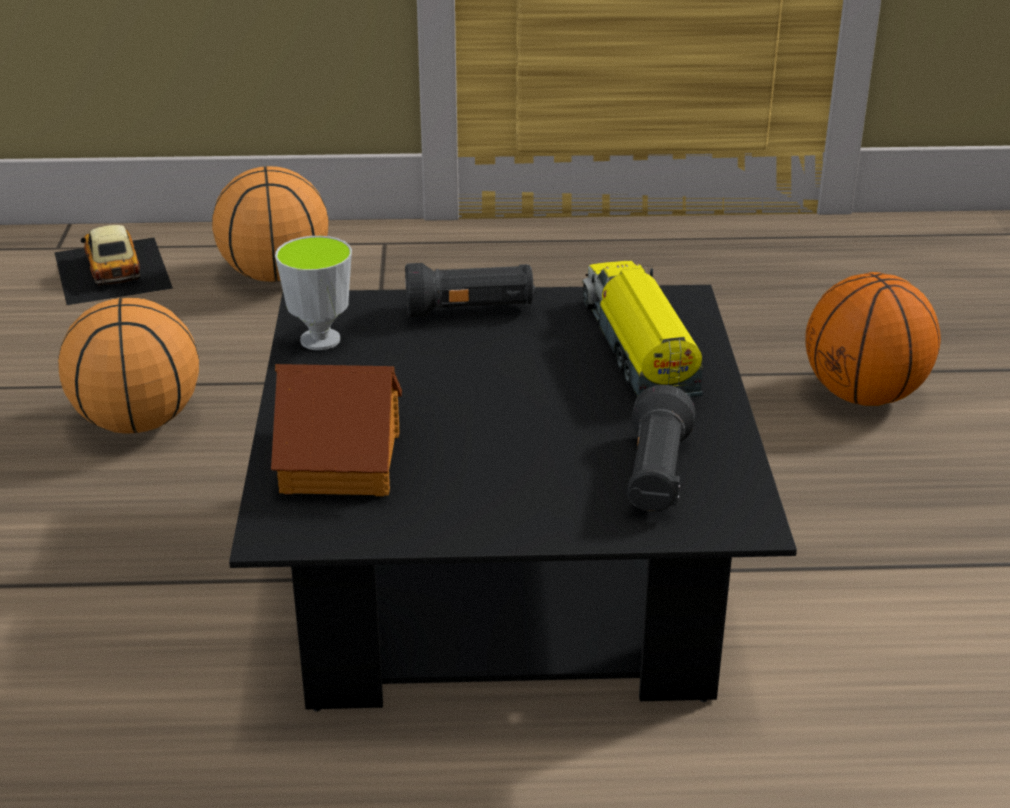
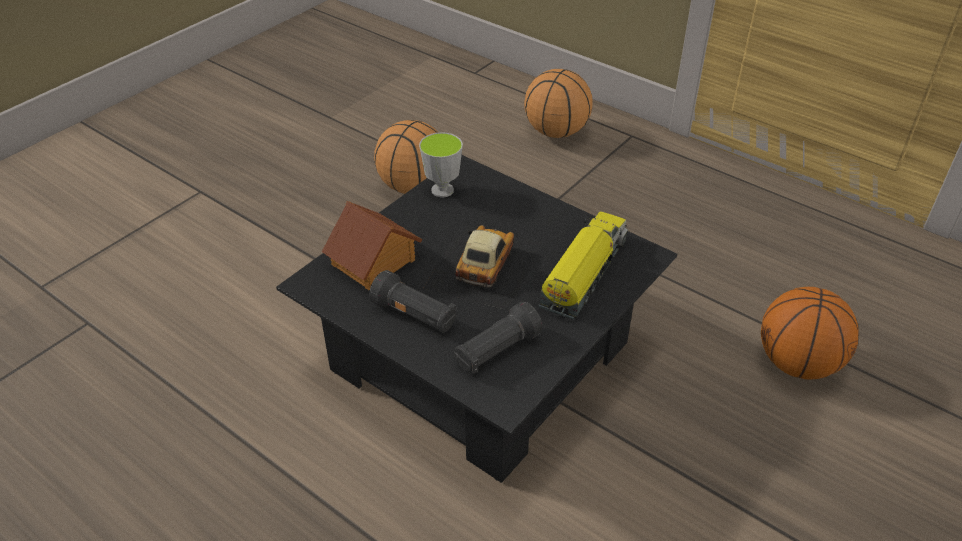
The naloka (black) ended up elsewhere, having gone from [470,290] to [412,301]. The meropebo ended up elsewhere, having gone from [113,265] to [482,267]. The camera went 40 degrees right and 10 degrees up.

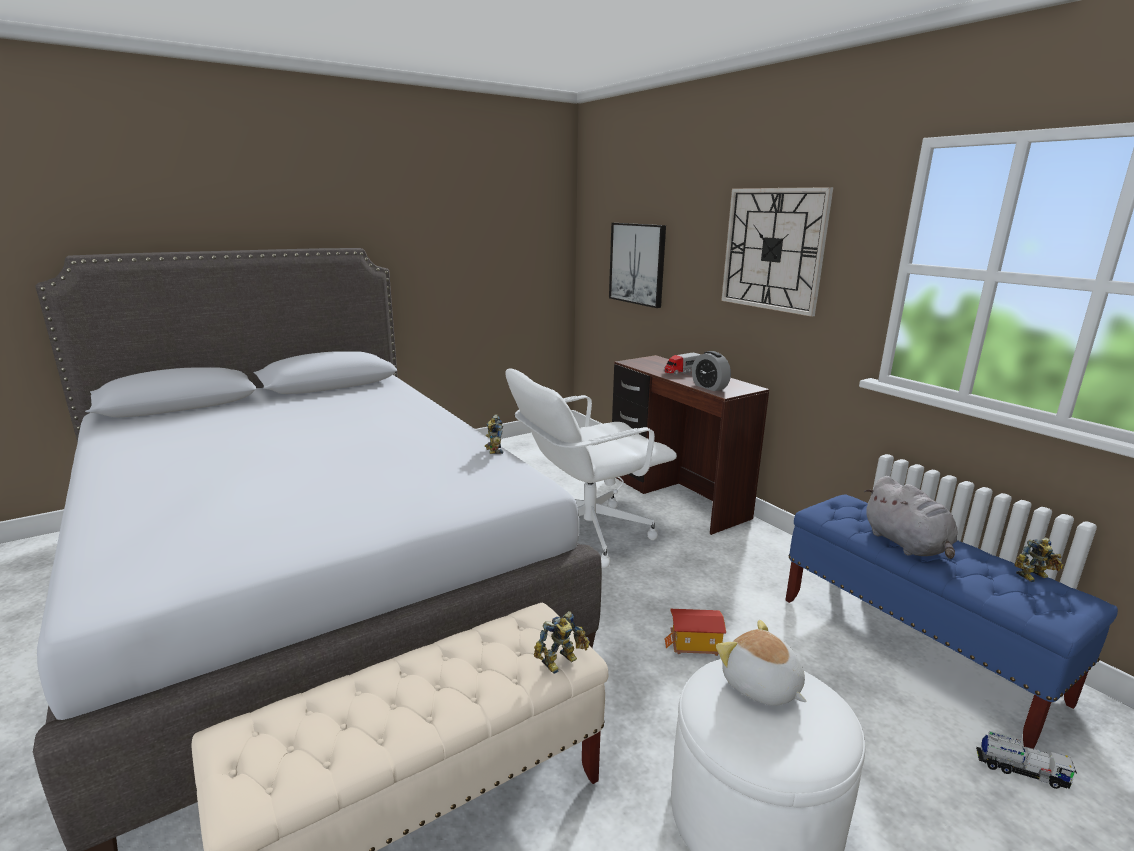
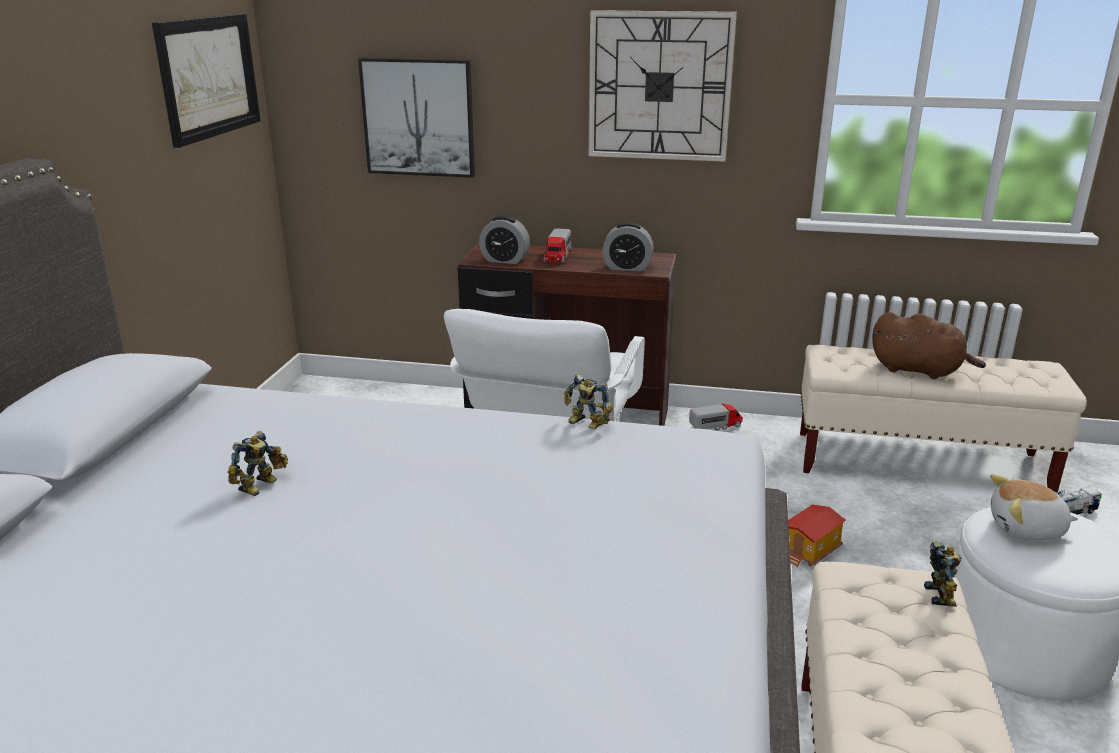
The second view gained the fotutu at [206,81]. The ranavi ended up elsewhere, having gone from [1039,560] to [257,463]. The second view gained the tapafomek at [504,240]. The second view gained the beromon at [716,417]. What was the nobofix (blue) at [951,621] turned into the nobofix (beige) at [943,418]. What was the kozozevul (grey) at [911,517] turned into the kozozevul (brown) at [929,345]. The camera went 45 degrees left and 5 degrees up.

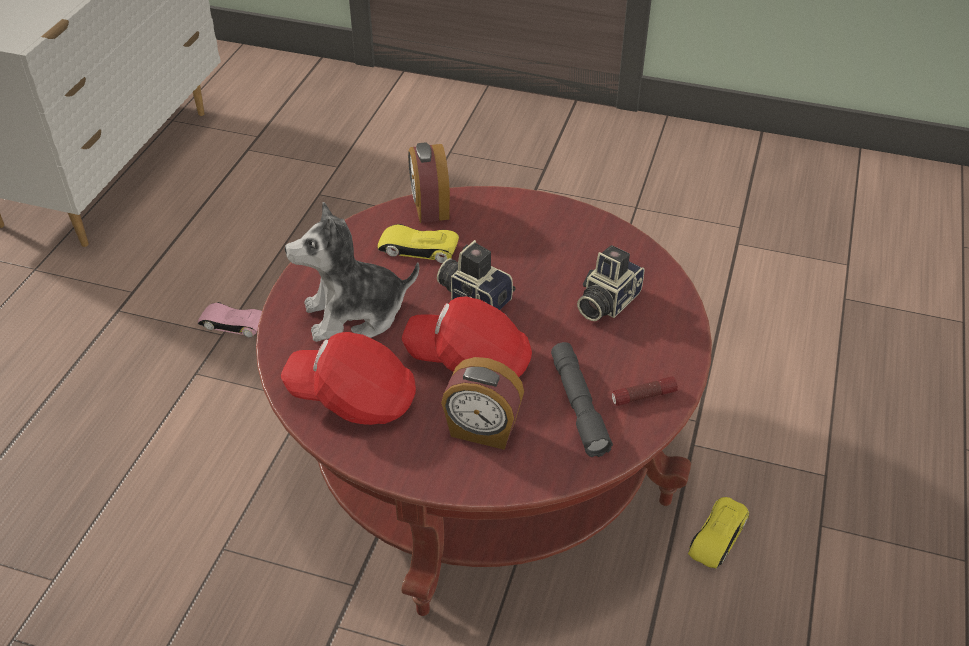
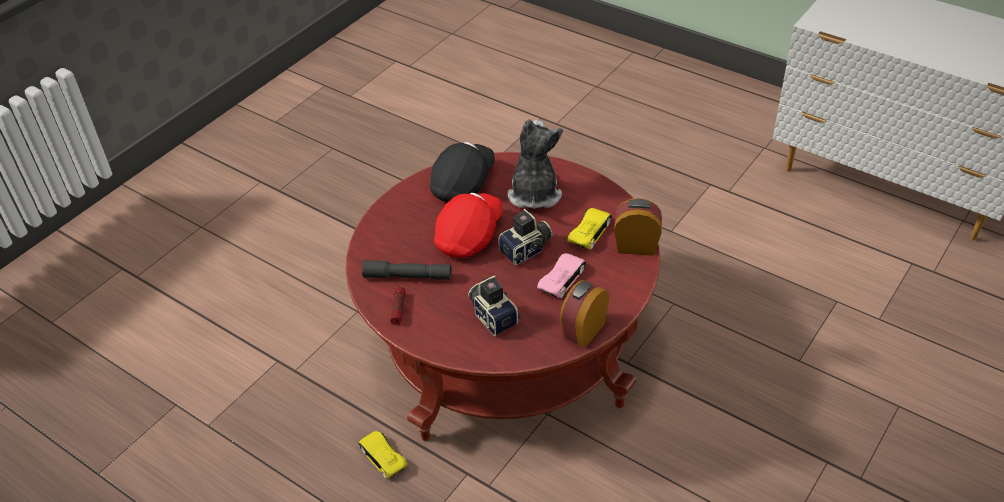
What was the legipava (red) at [348,378] turned into the legipava (black) at [462,172]. The meropebo (pink) ended up elsewhere, having gone from [230,320] to [561,275]. The tapafomek ended up elsewhere, having gone from [482,403] to [584,314]. The camera went 110 degrees right and 0 degrees up.

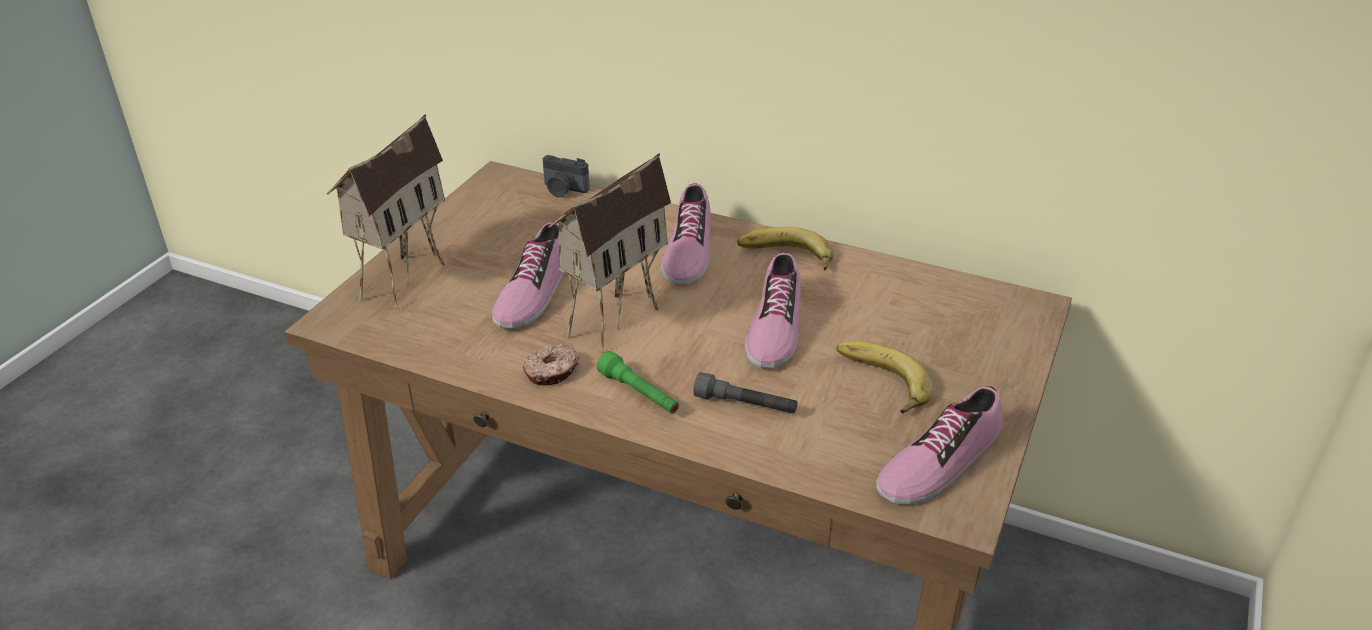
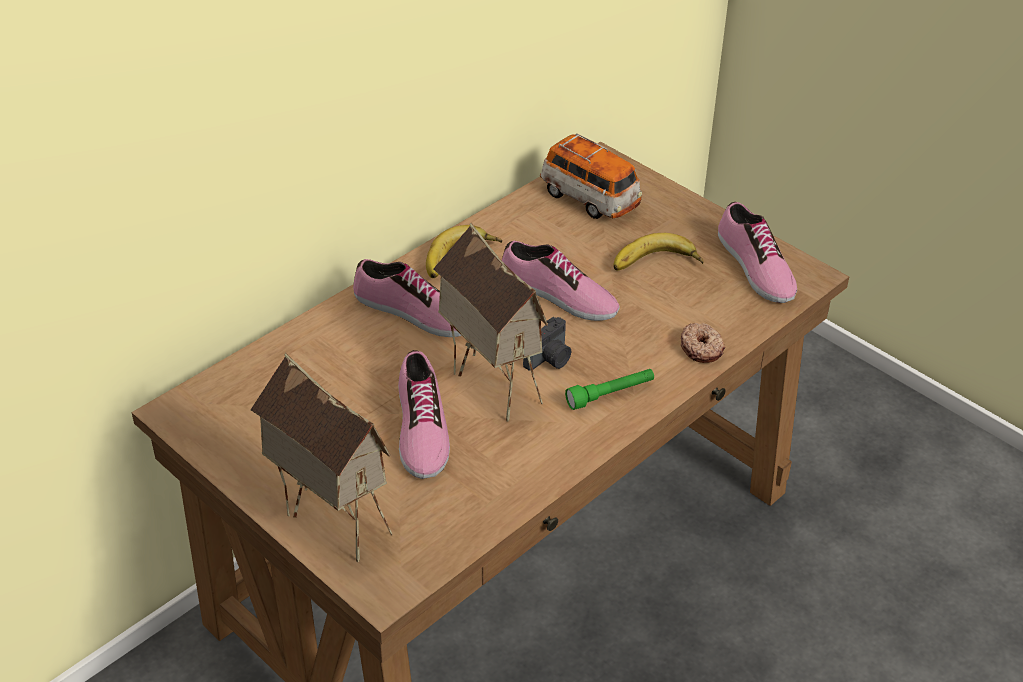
The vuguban at [528,275] ended up facing another way, 45 degrees clockwise from before. The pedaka ended up elsewhere, having gone from [566,176] to [547,344]. The second view gained the meropebo at [591,176]. The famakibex ended up elsewhere, having gone from [551,365] to [703,343]. The second view lost the naloka (grey) at [745,392]. The camera went 70 degrees left and 5 degrees up.

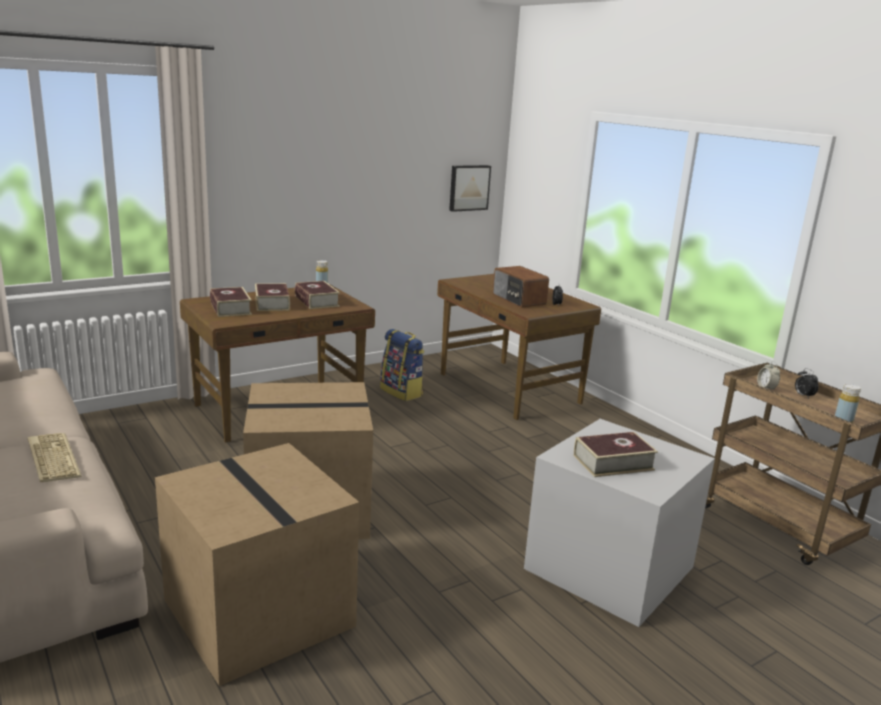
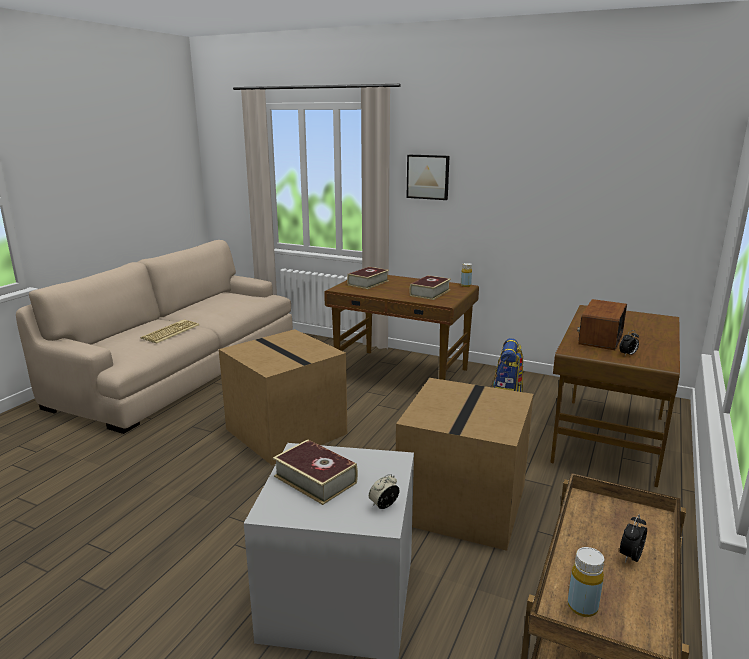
The tapafomek ended up elsewhere, having gone from [768,375] to [384,491]. The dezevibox ended up elsewhere, having gone from [257,564] to [465,464]. The fotutu ended up elsewhere, having gone from [470,188] to [428,177]. The second view lost the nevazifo at [272,297]. The camera went 60 degrees right and 0 degrees up.

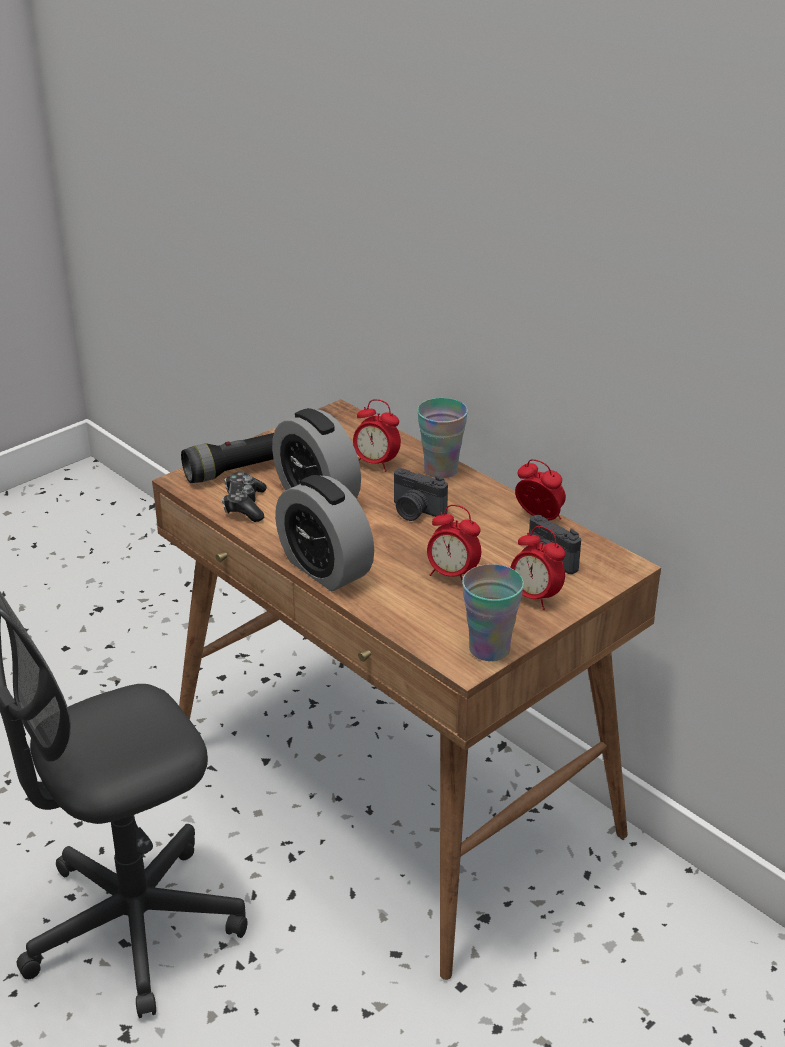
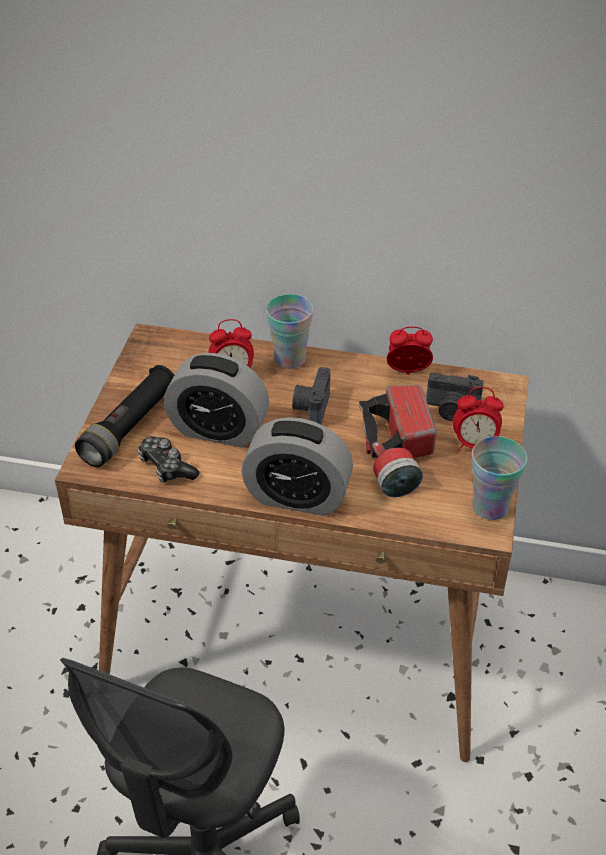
The pedaka at [421,494] ended up facing another way, 105 degrees clockwise from before. Where the tapafomek stood at [454,542], the naloka came to stand at [398,441]. The camera went 35 degrees left and 10 degrees up.

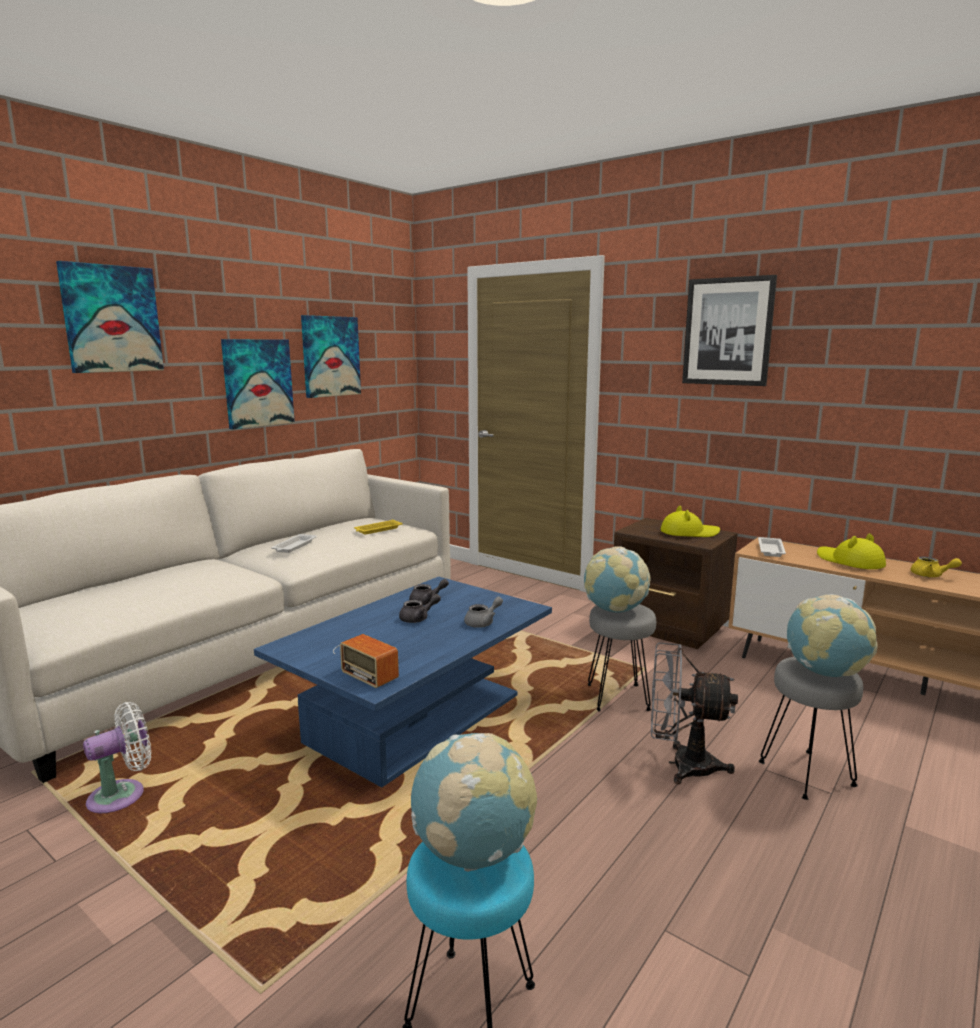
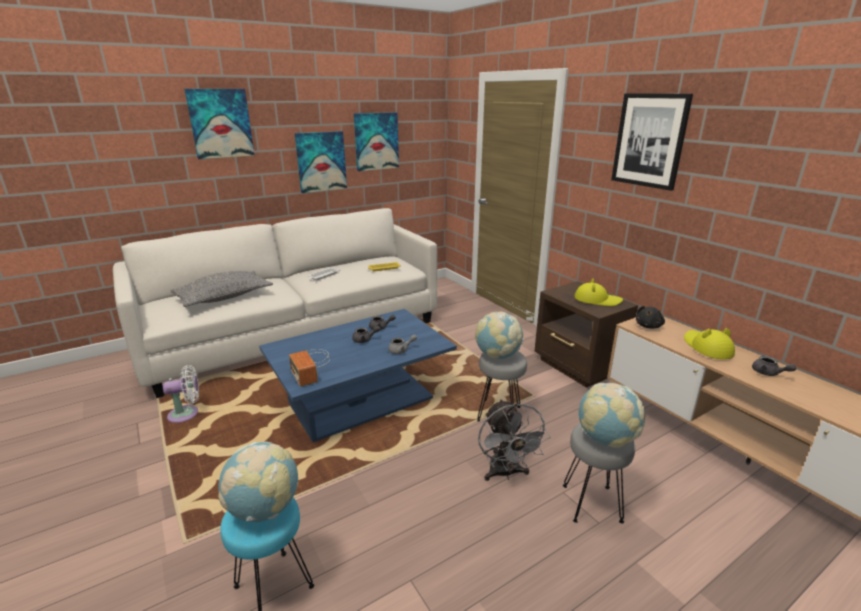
The second view gained the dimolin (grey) at [221,289]. The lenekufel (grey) at [694,713] ended up facing another way, 135 degrees counterclockwise from before. Where the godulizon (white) stood at [772,547], the kozozevul (black) came to stand at [650,317]. What was the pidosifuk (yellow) at [936,567] turned into the pidosifuk (grey) at [774,366]. The camera went 20 degrees right and 10 degrees up.

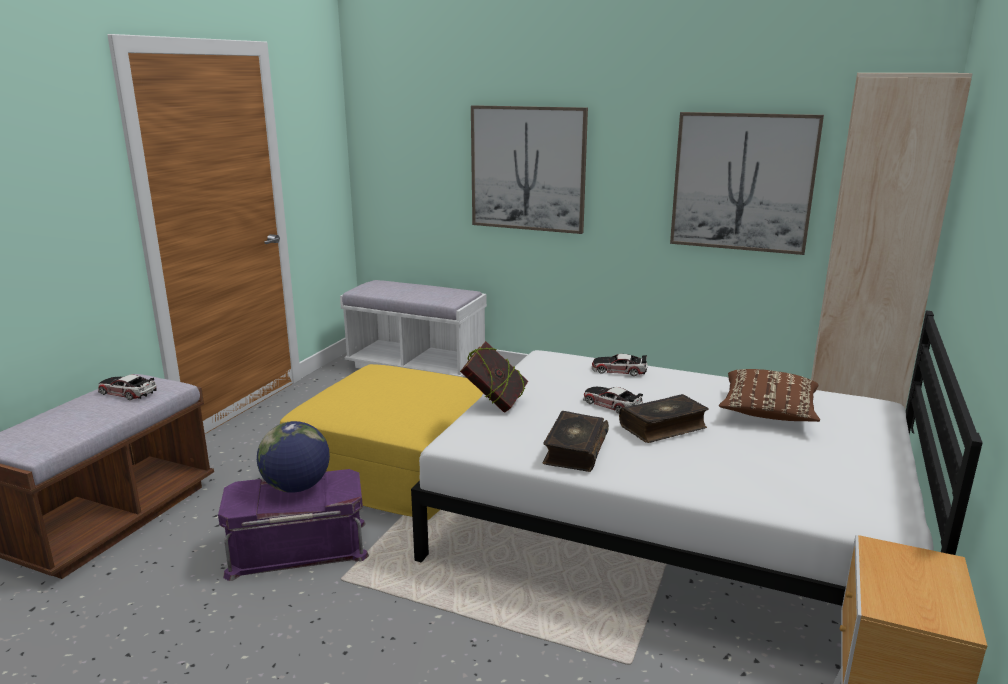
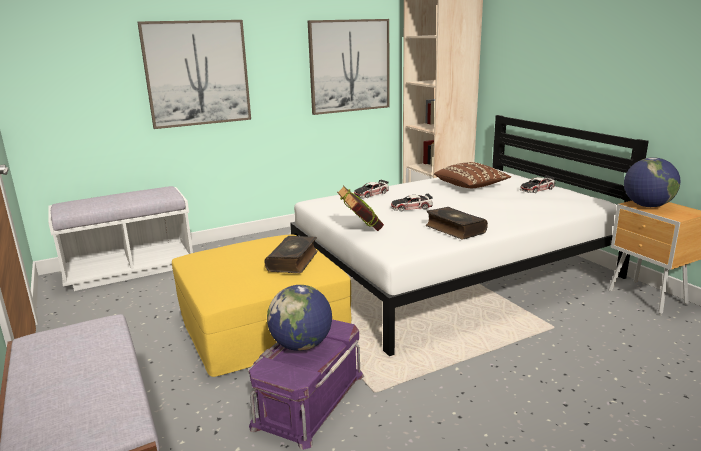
The nevazifo ended up elsewhere, having gone from [664,418] to [291,254]. The meropebo ended up elsewhere, having gone from [127,387] to [537,184]. The second view gained the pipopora at [652,182]. The camera went 50 degrees left and 0 degrees up.

